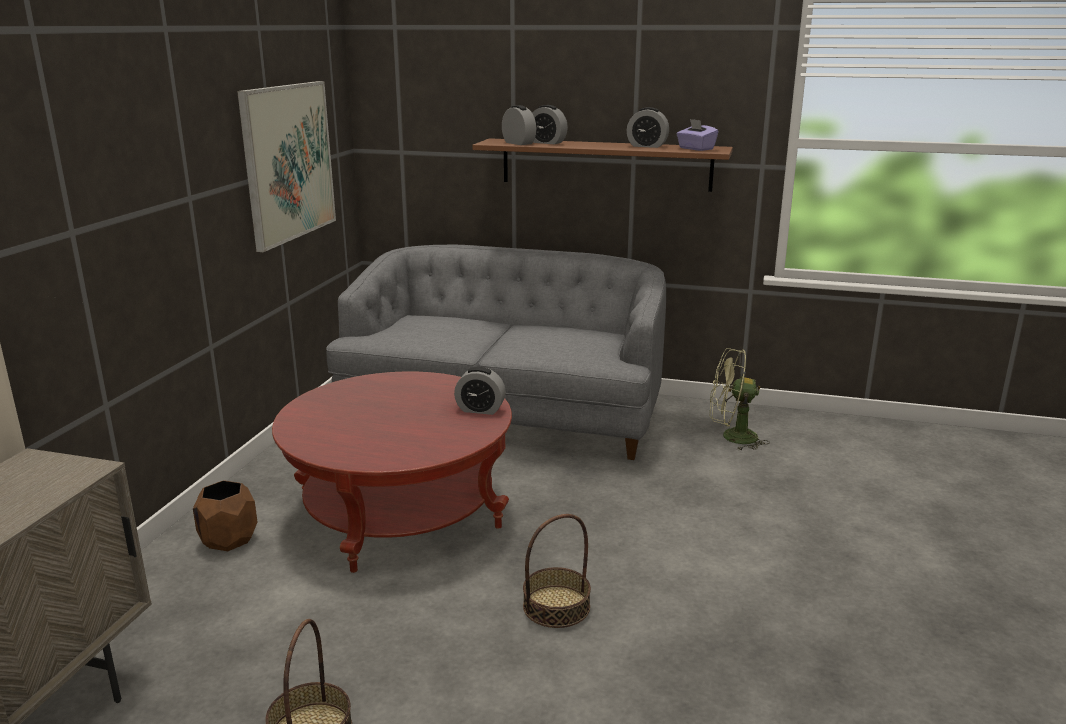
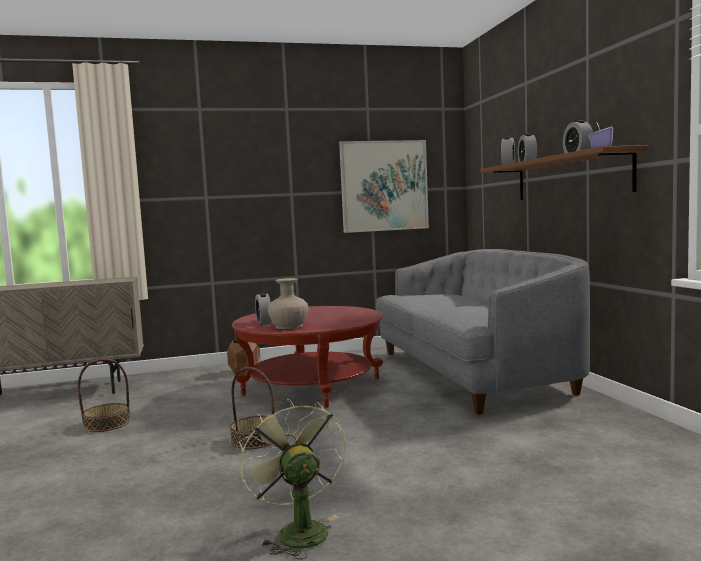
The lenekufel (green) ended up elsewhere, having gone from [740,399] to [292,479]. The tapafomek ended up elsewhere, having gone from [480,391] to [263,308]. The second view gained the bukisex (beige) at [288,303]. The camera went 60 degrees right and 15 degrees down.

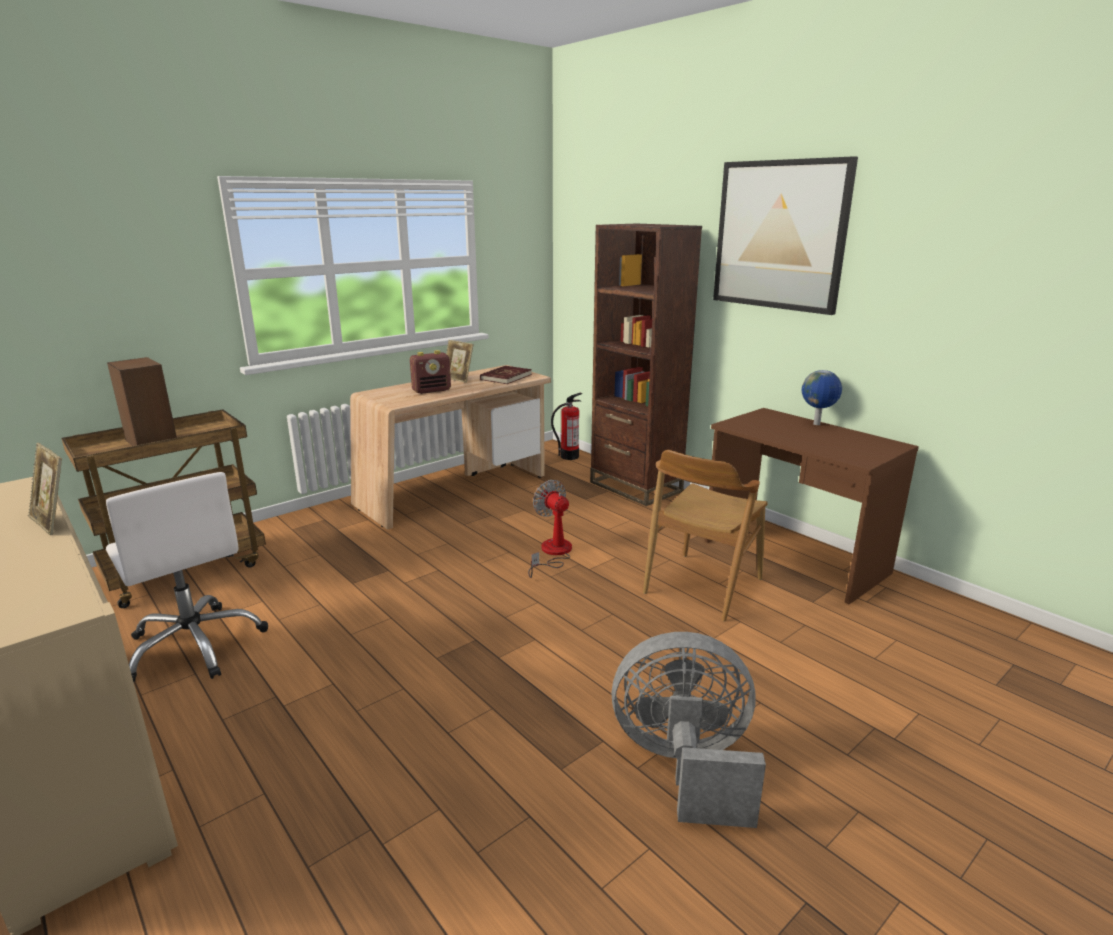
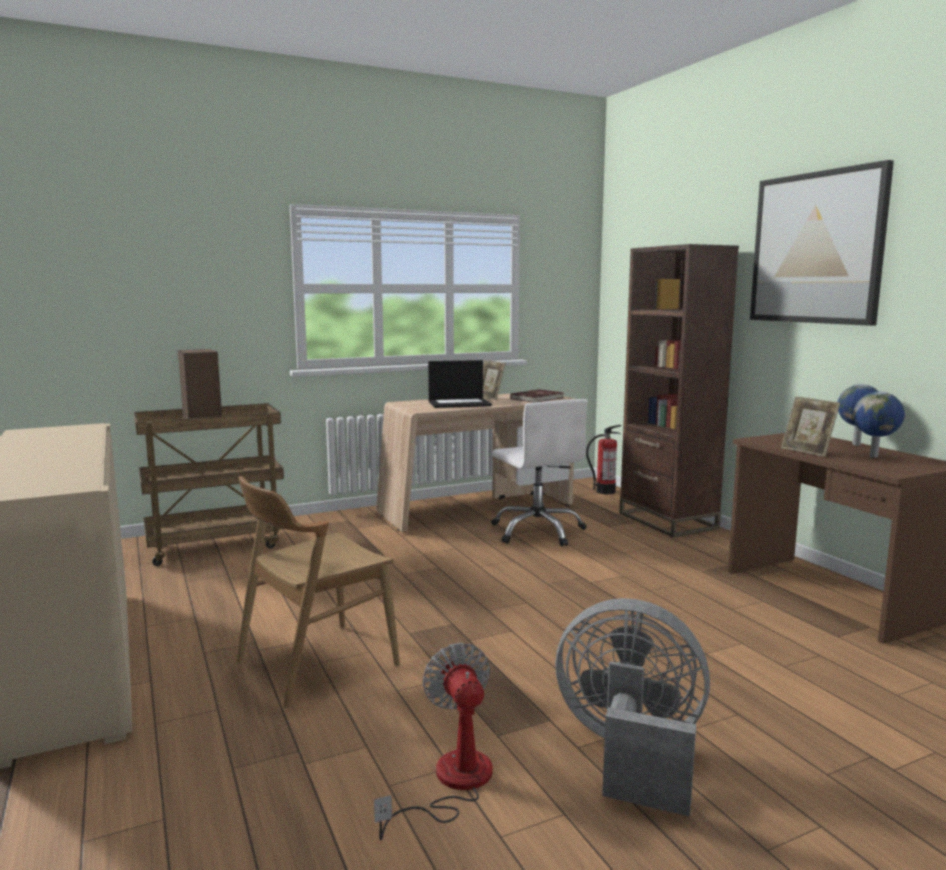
The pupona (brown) ended up elsewhere, having gone from [705,536] to [318,592]. The lenekufel ended up elsewhere, having gone from [550,529] to [433,741]. Where the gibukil stood at [430,372], the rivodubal came to stand at [460,384]. The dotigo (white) ended up elsewhere, having gone from [187,577] to [539,472]. The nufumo ended up elsewhere, having gone from [45,489] to [810,426]. The second view gained the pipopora at [879,425]. The camera went 15 degrees right and 10 degrees down.

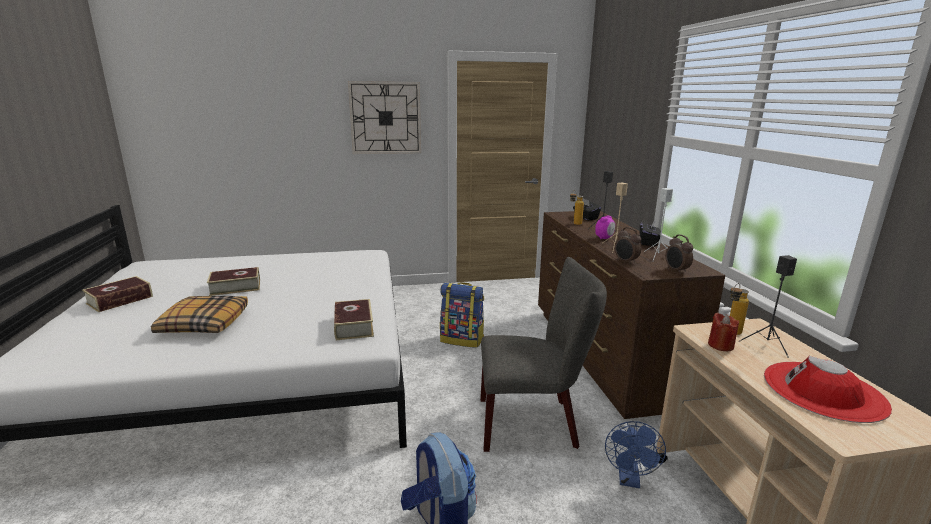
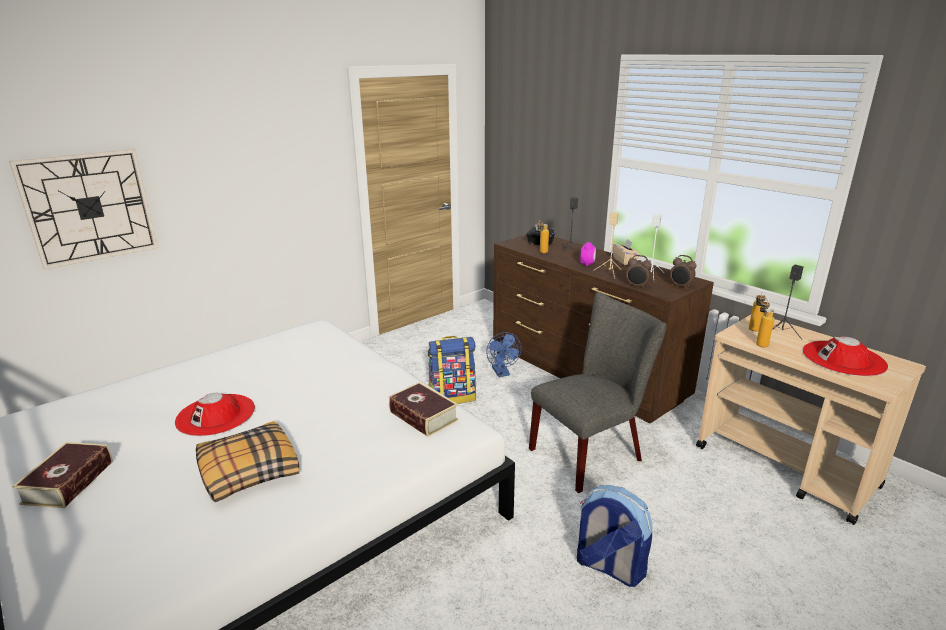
The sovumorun ended up elsewhere, having gone from [384,117] to [83,209]. Where the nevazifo stood at [233,281], the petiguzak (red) came to stand at [215,414]. The lenekufel (blue) ended up elsewhere, having gone from [635,454] to [503,354]. What was the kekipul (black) at [650,233] turned into the kekipul (beige) at [626,252]. Where the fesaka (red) stood at [723,331], the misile came to stand at [765,322]. The camera went 30 degrees left and 5 degrees up.

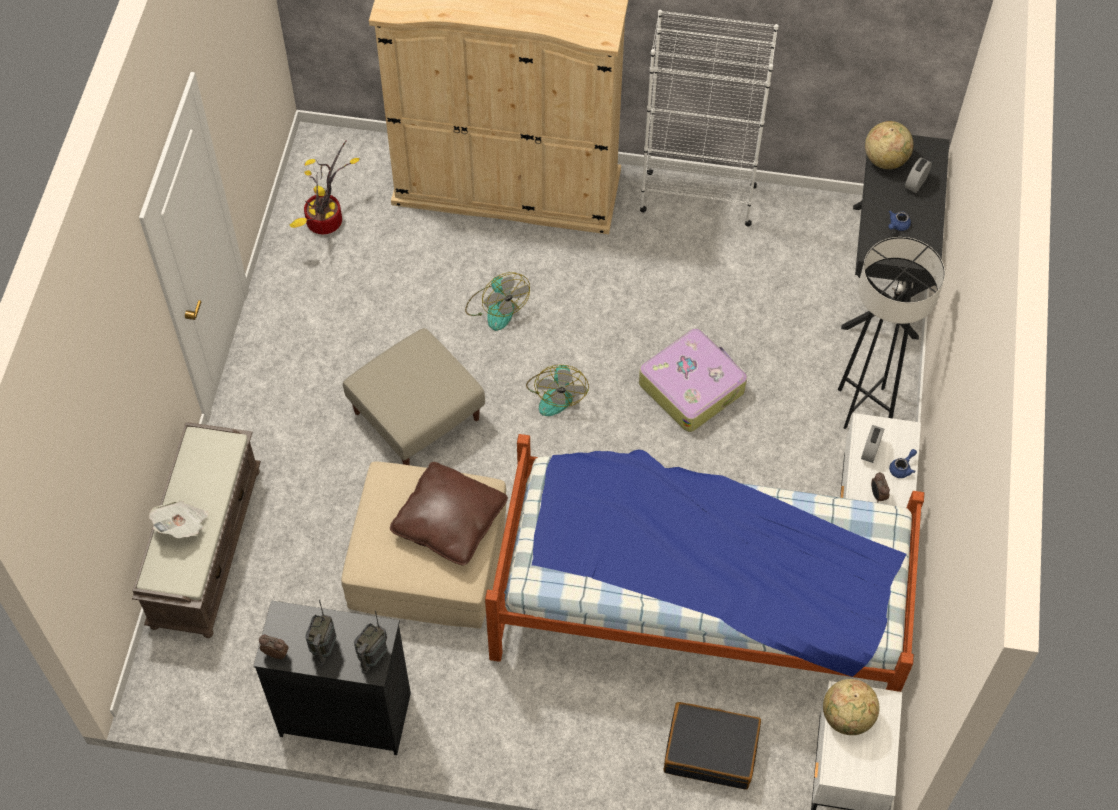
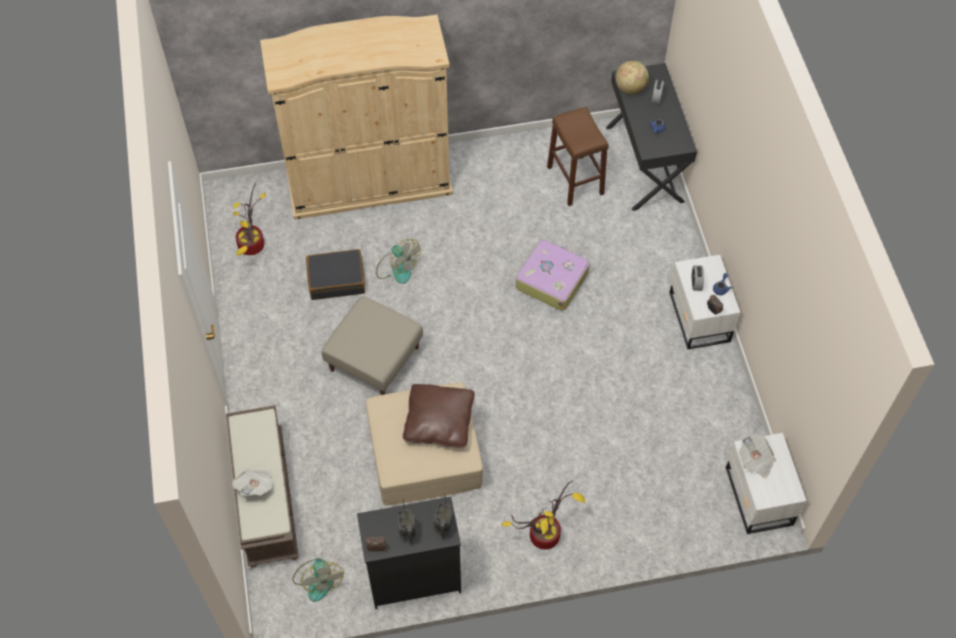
The lenekufel ended up elsewhere, having gone from [557,390] to [318,580]. The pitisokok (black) ended up elsewhere, having gone from [712,746] to [335,274]. The second view gained the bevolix at [543,515]. The second view gained the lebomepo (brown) at [578,156]. Where the pipopora stood at [851,707], the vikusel came to stand at [757,456]. The second view lost the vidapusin at [704,563]. The second view lost the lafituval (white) at [709,118]. The second view lost the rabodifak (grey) at [891,333]. The camera went 20 degrees left and 0 degrees up.

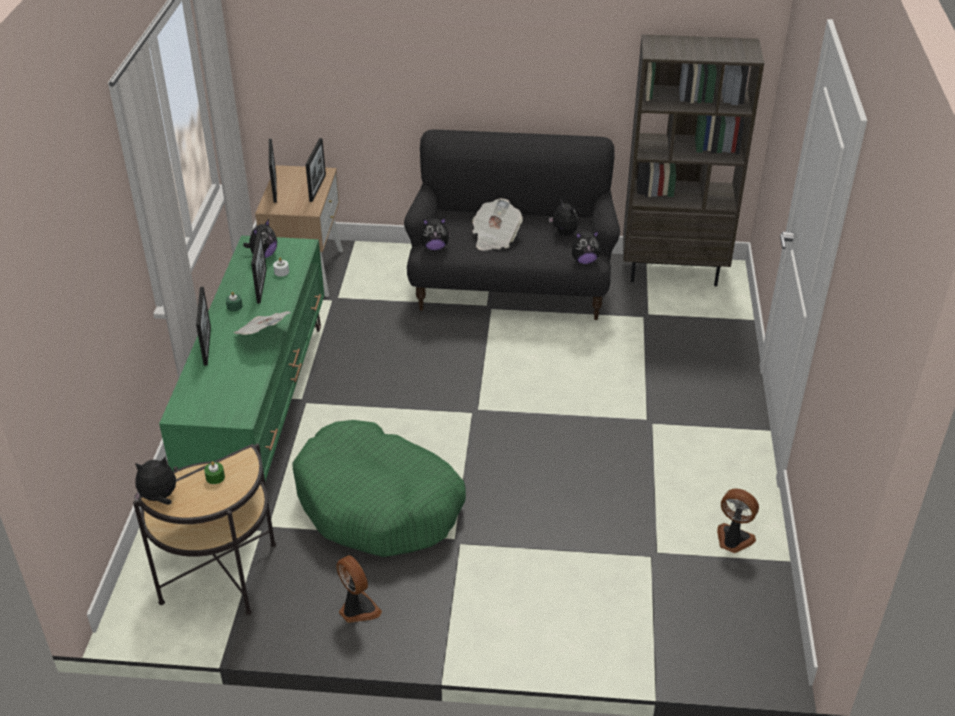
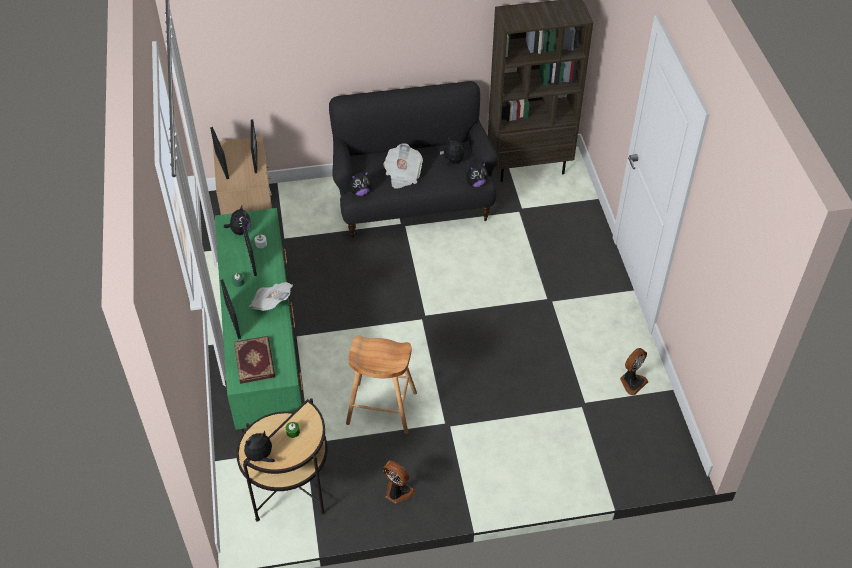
The second view gained the nevazifo at [254,360]. Where the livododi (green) stood at [379,488], the lebomepo (brown) came to stand at [381,384]. The lenekufel at [738,521] ended up facing another way, 120 degrees clockwise from before. The camera went 15 degrees left and 10 degrees up.

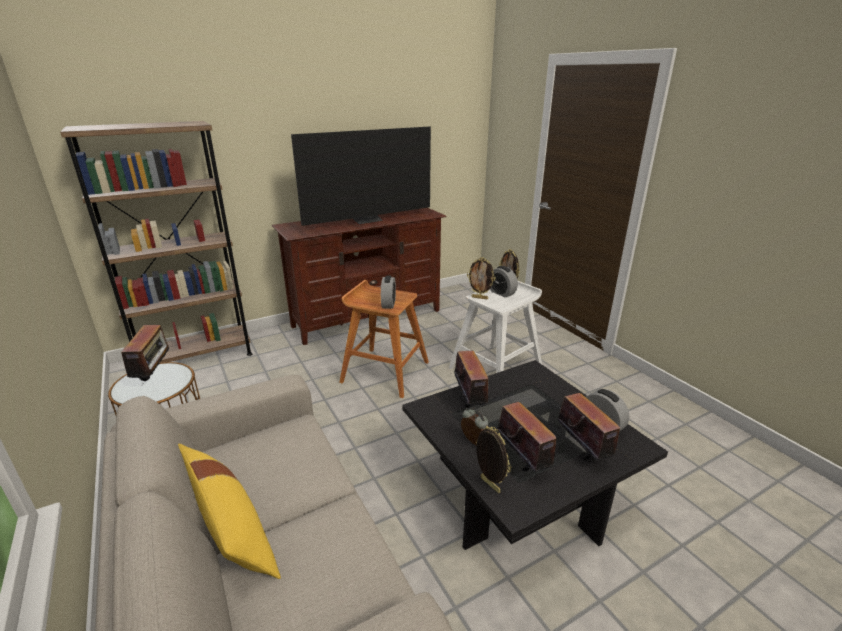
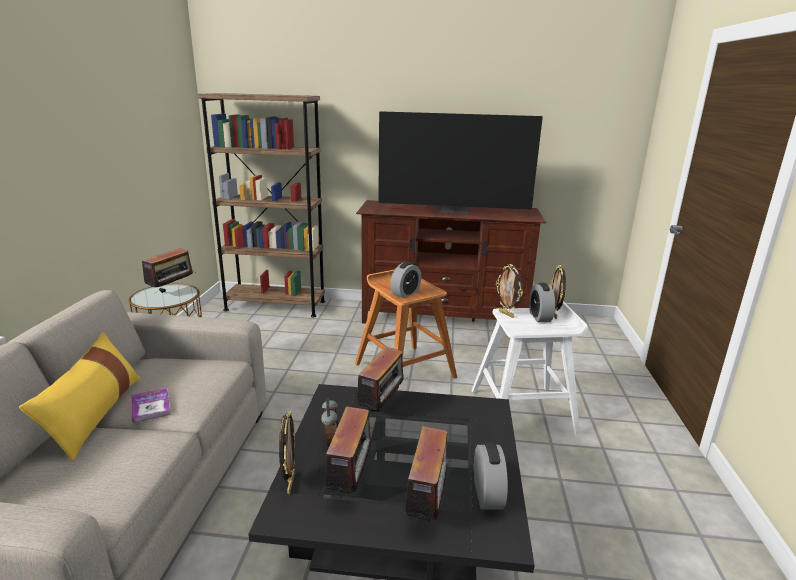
The second view gained the nevazifo at [151,405]. The camera went 35 degrees right and 5 degrees down.

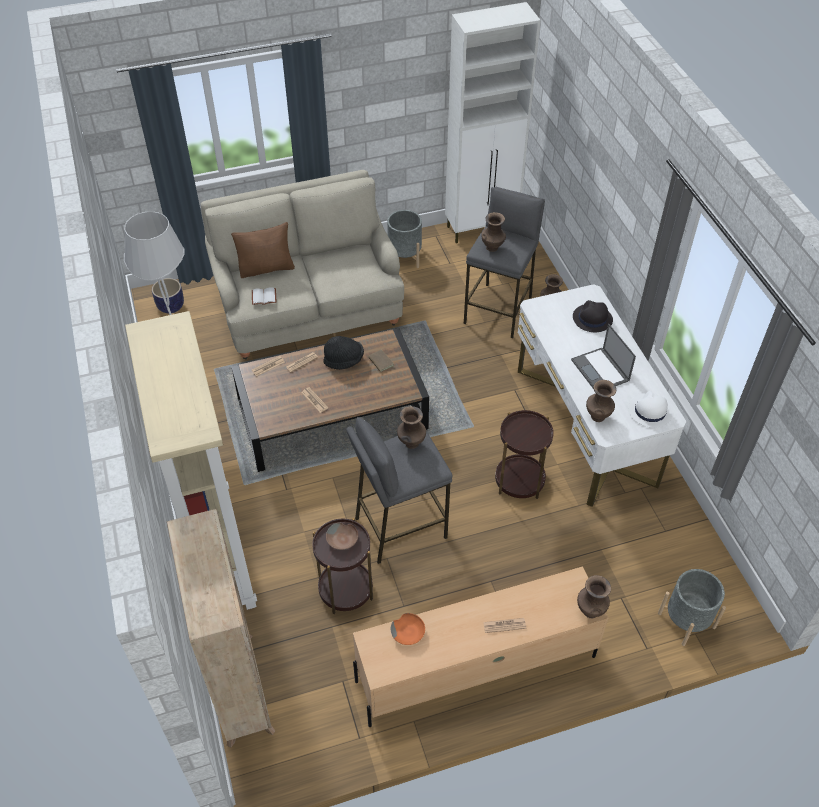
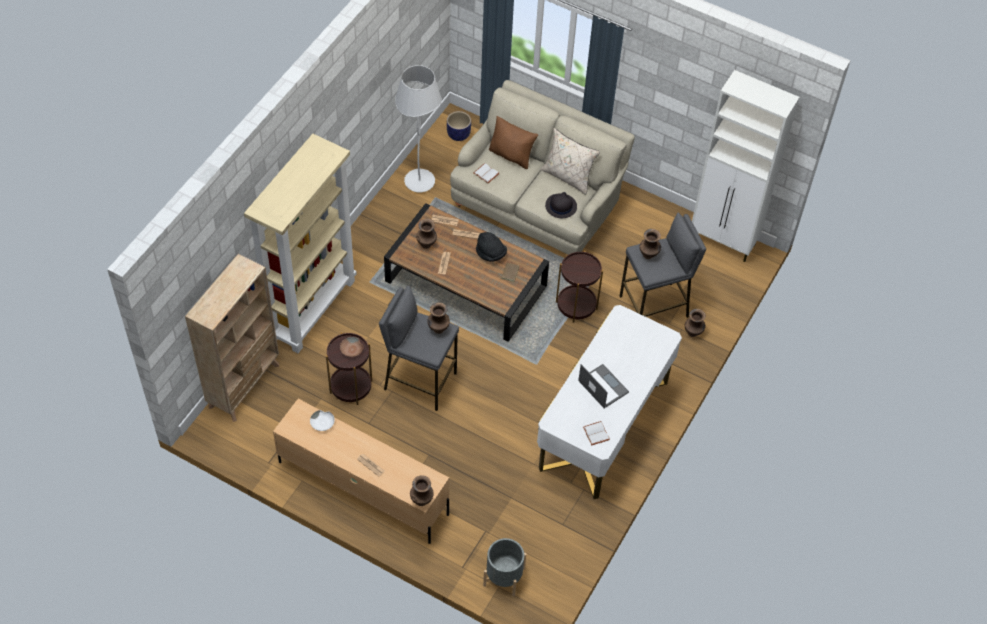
What was the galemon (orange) at [408,629] turned into the galemon (white) at [322,420]. The bukisex (brown) ended up elsewhere, having gone from [601,401] to [426,234]. The second view gained the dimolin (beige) at [570,161]. The petiguzak (black) ended up elsewhere, having gone from [593,316] to [561,205]. The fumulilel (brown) ended up elsewhere, having gone from [524,454] to [579,286]. The rivodubal at [603,356] ended up facing another way, 120 degrees clockwise from before. Where the petiguzak (white) stood at [650,409], the nevazifo (white) came to stand at [596,433]. The second view lost the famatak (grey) at [404,239]. The camera went 45 degrees right and 5 degrees up.

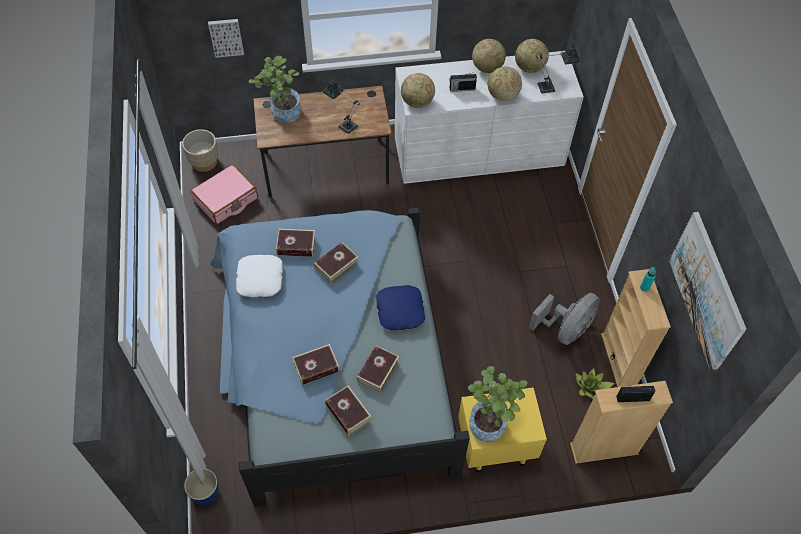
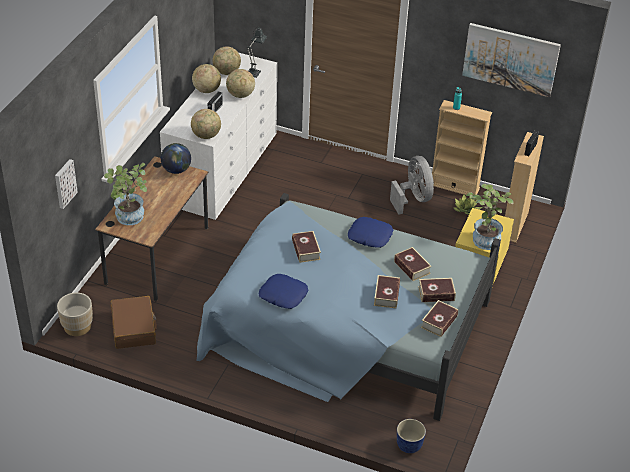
What was the pitisokok (pink) at [224,194] turned into the pitisokok (brown) at [134,322]. The second view gained the pipopora at [176,158]. What was the dimolin (white) at [259,276] turned into the dimolin (blue) at [283,291]. The nevazifo ended up elsewhere, having gone from [296,243] to [439,318]. The second view lost the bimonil at [341,106]. The camera went 60 degrees left and 15 degrees down.

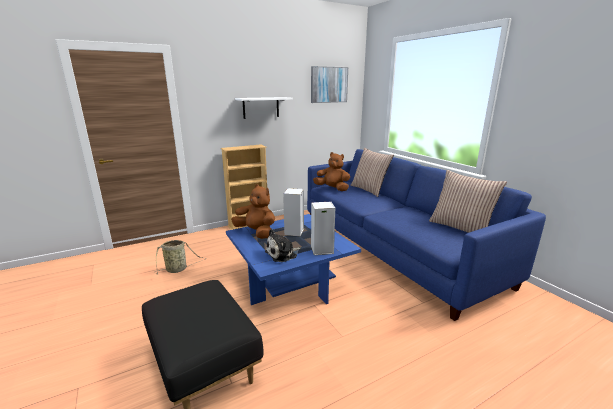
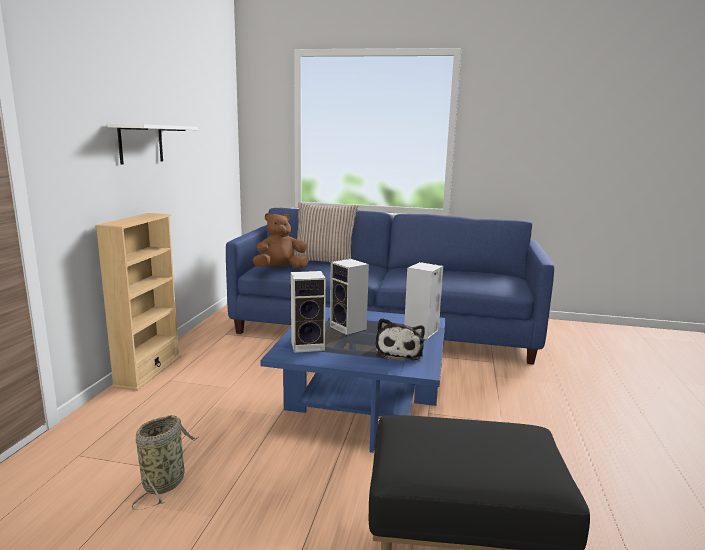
Where the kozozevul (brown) stood at [253,211], the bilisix came to stand at [308,312]. The second view lost the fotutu at [329,84]. The second view lost the dimolin at [468,201]. The camera went 50 degrees left and 5 degrees down.

